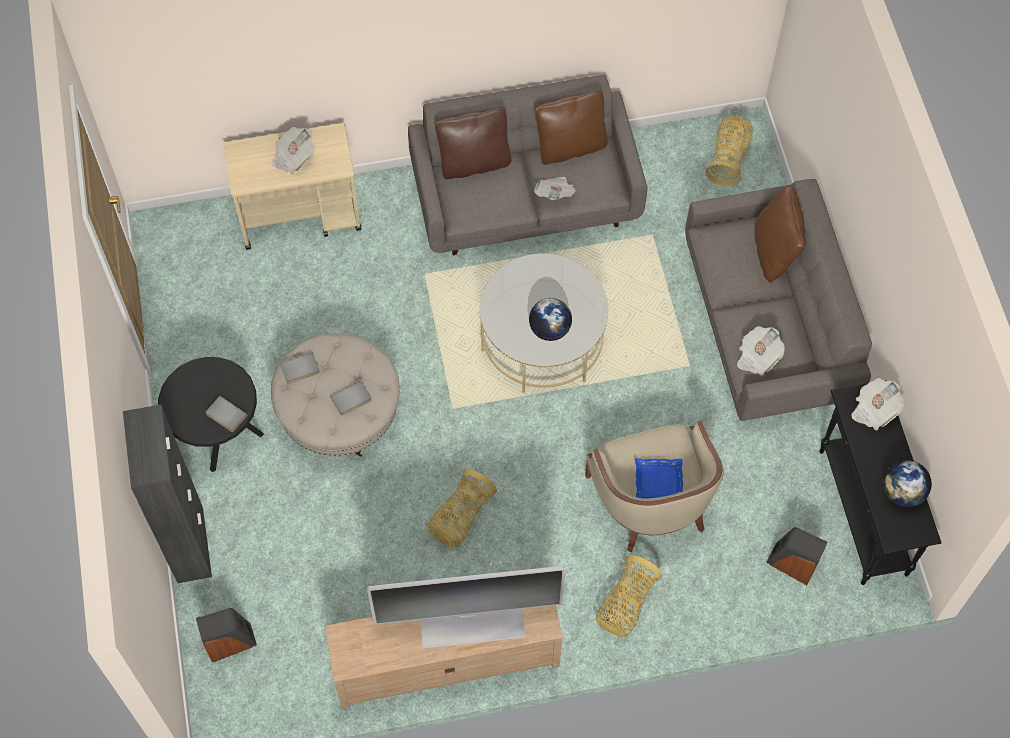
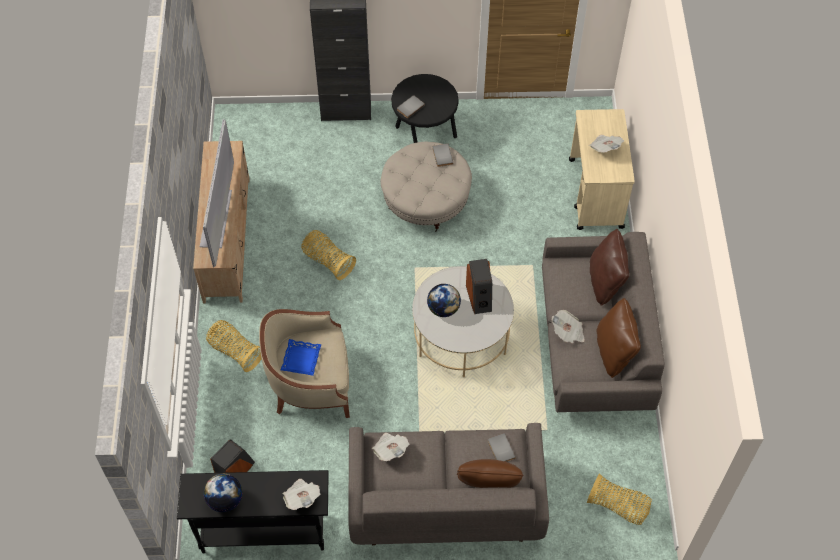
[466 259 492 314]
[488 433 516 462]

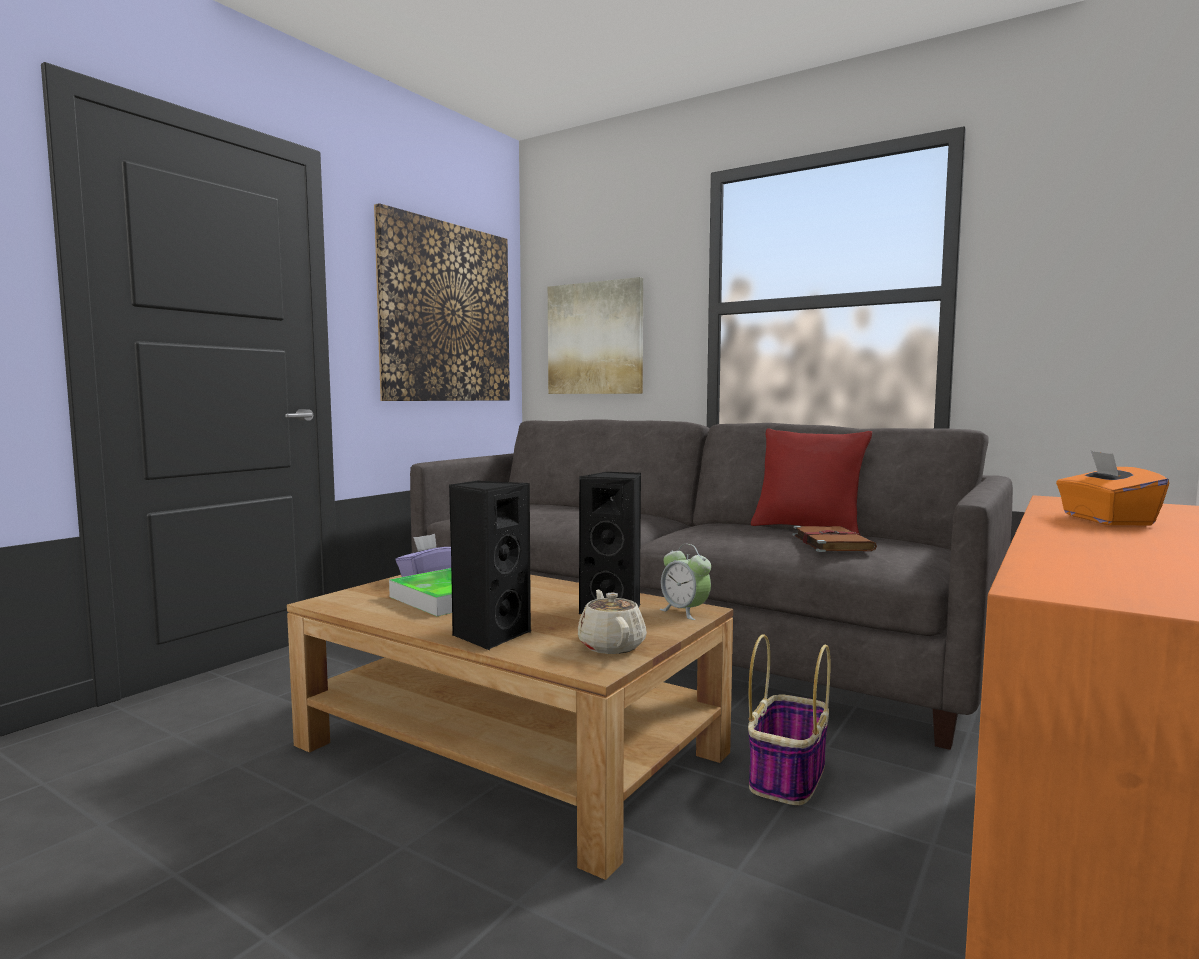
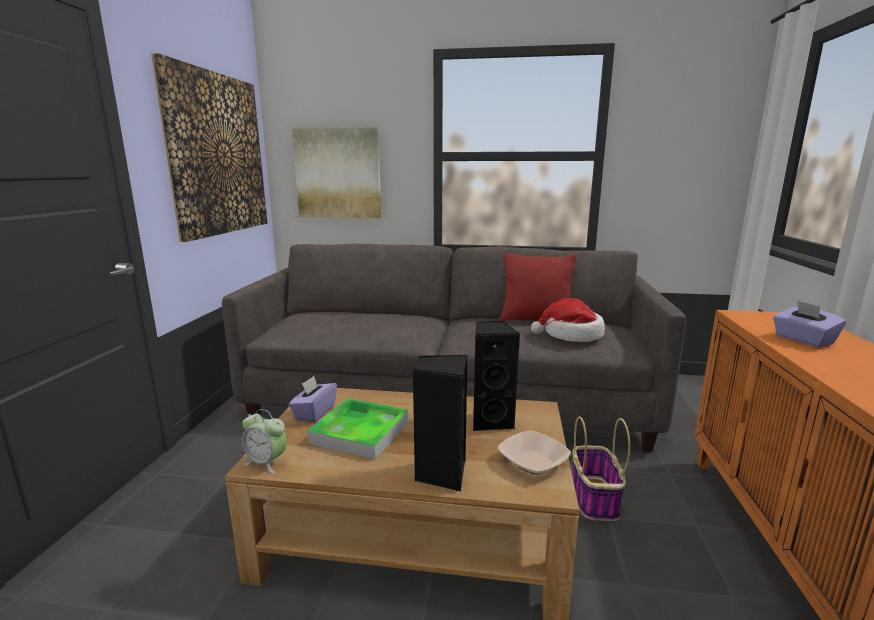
[242 409 287 474]
[497 431 571 475]
[531 298 605 342]
[773 300 846 348]

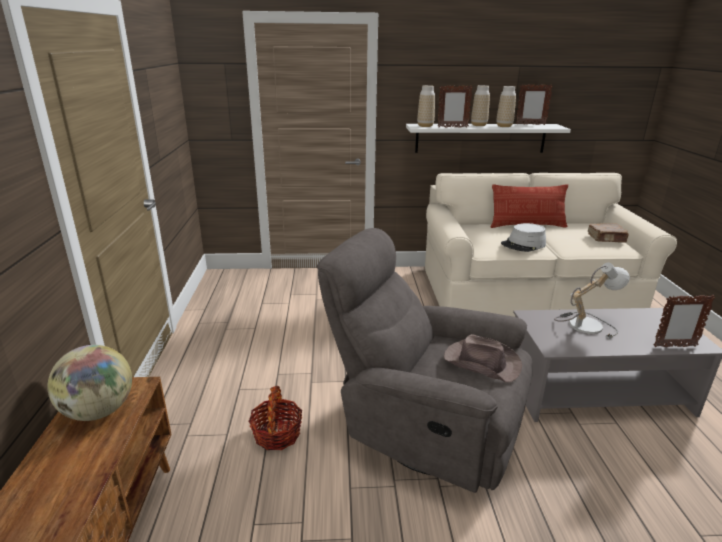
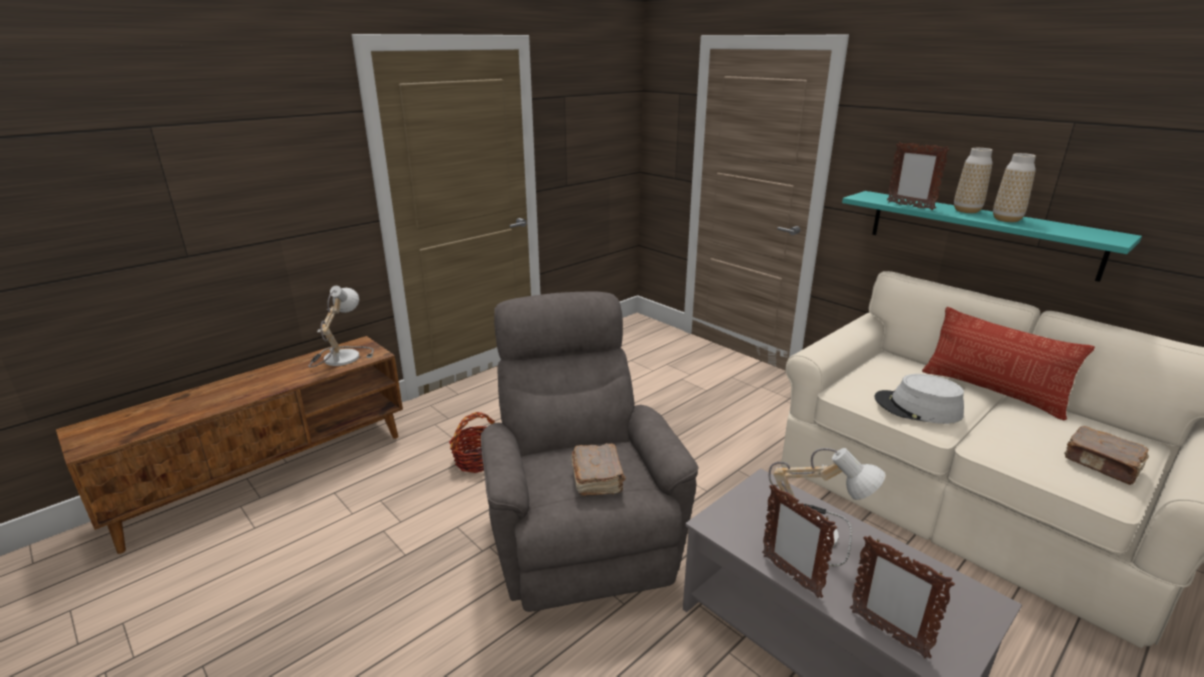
[417 85 435 127] (first image)
[762 484 837 598]
[309 286 374 368]
[571 443 626 496]
[842 191 1142 282]

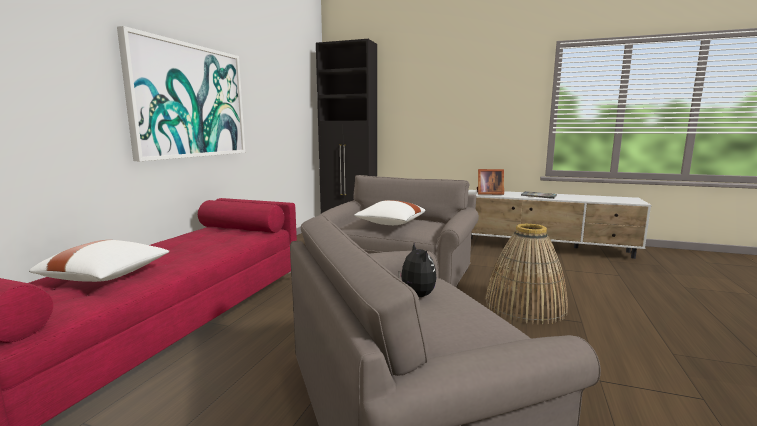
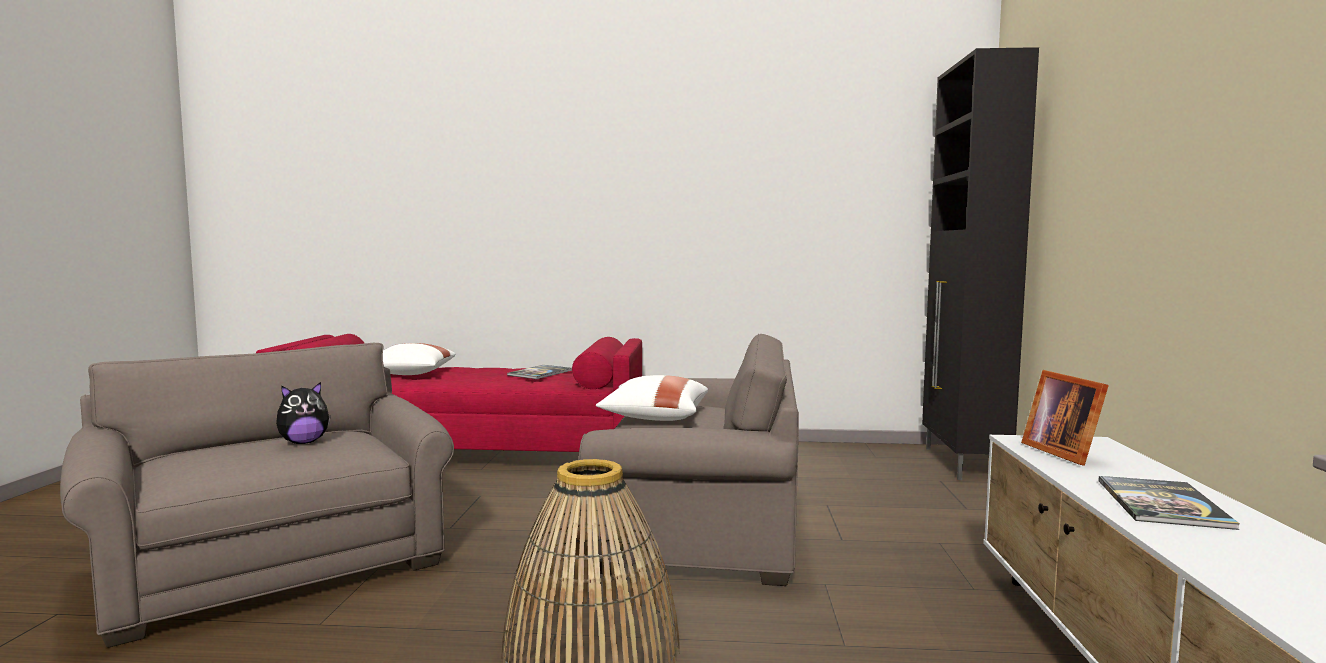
[117 26 245 161] (first image)
[507 365 572 379]

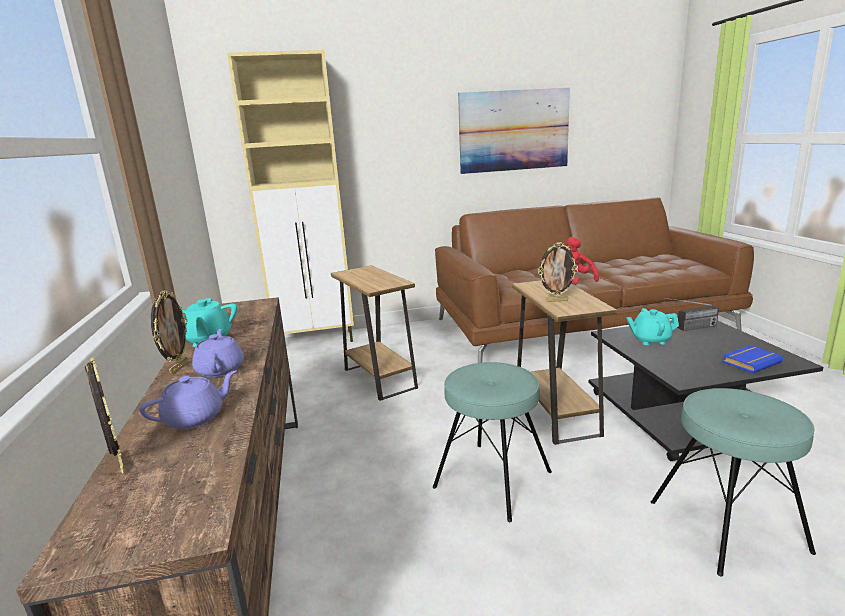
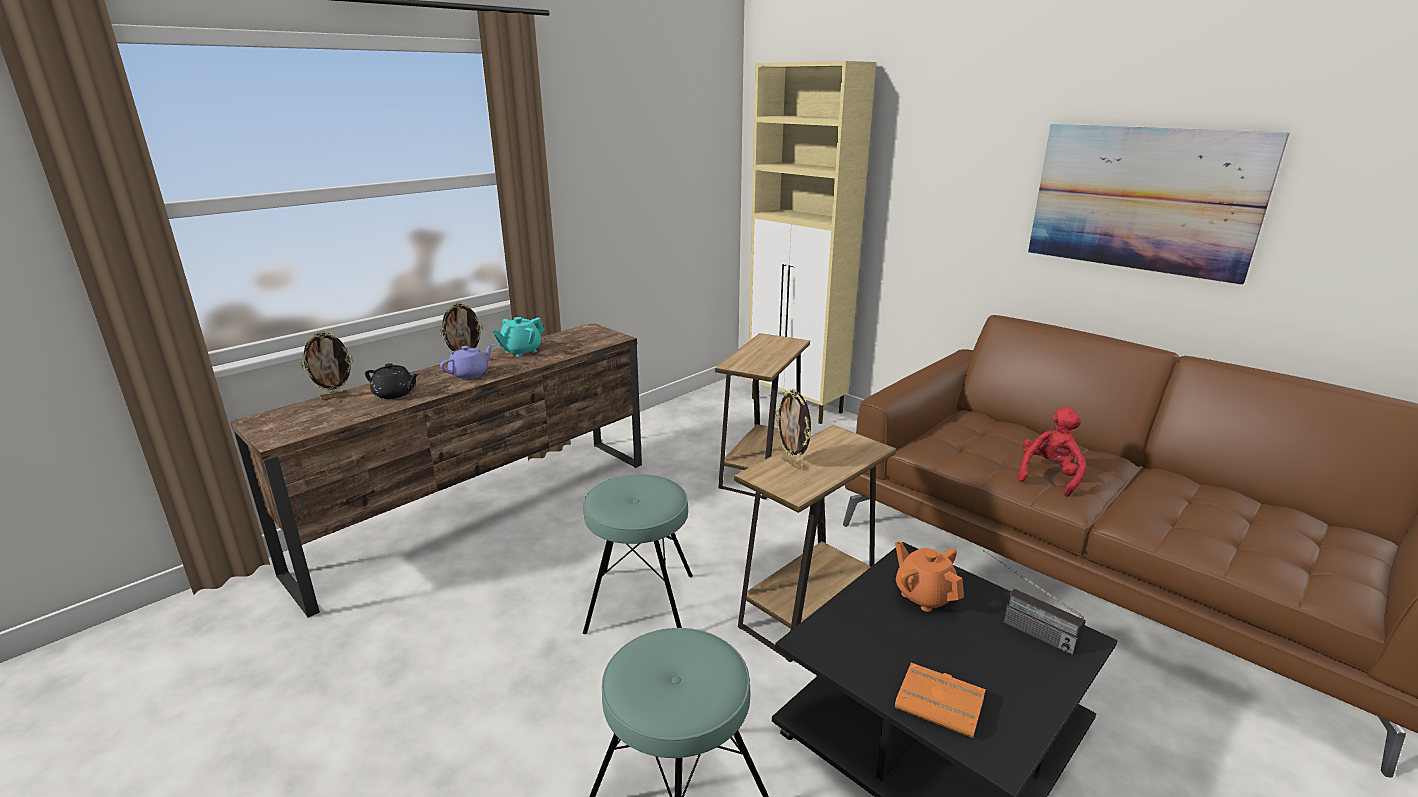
[365 363 419 399]
[895 541 964 612]
[895 663 986 738]
[301 331 353 400]

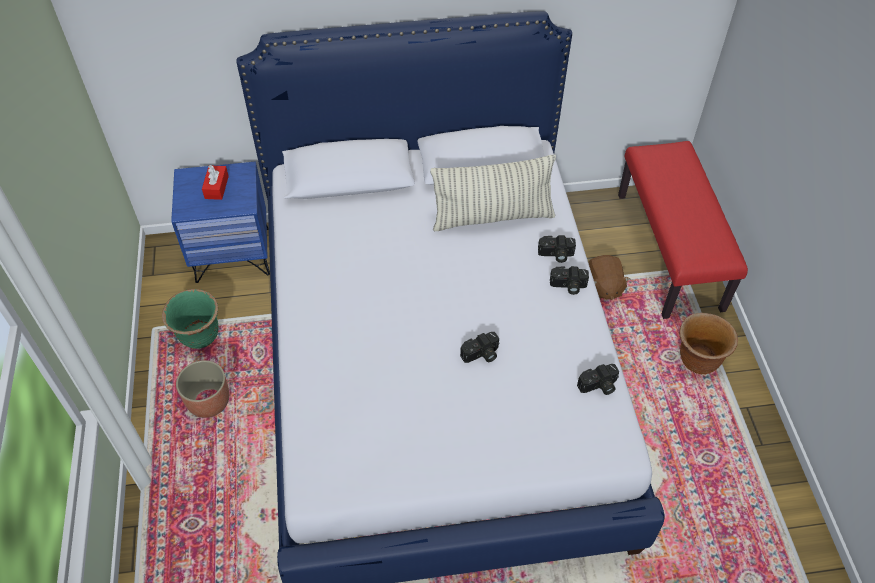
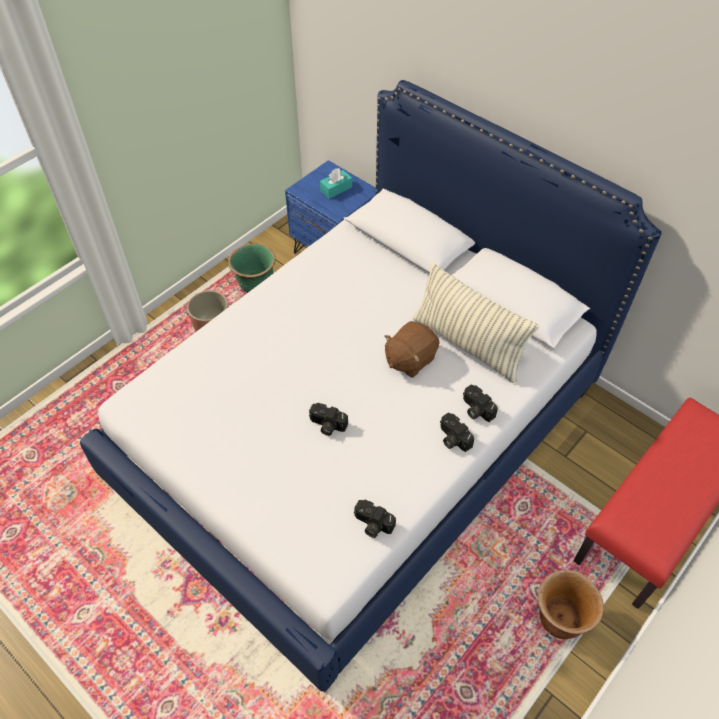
[384 321 440 378]
[320 168 352 199]

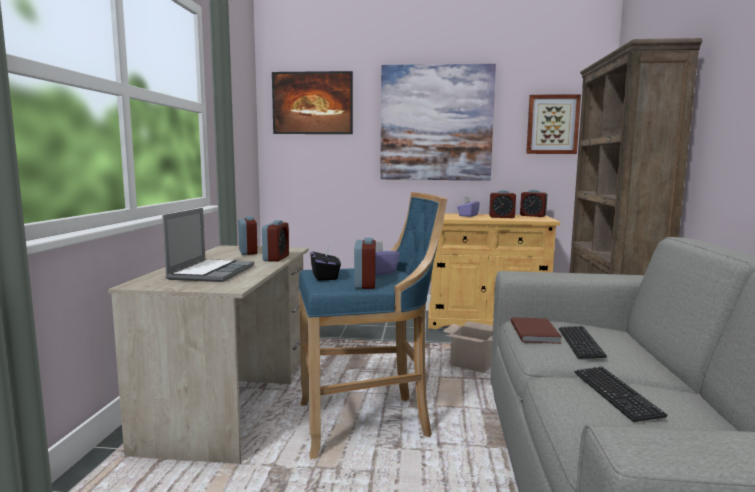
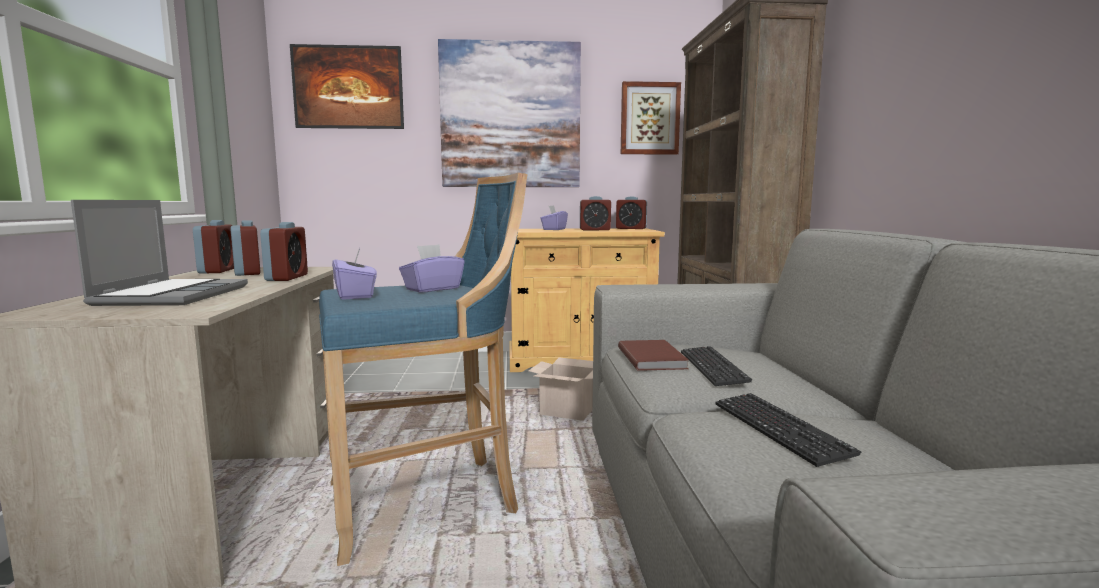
[193 220 234 274]
[332 248 377 300]

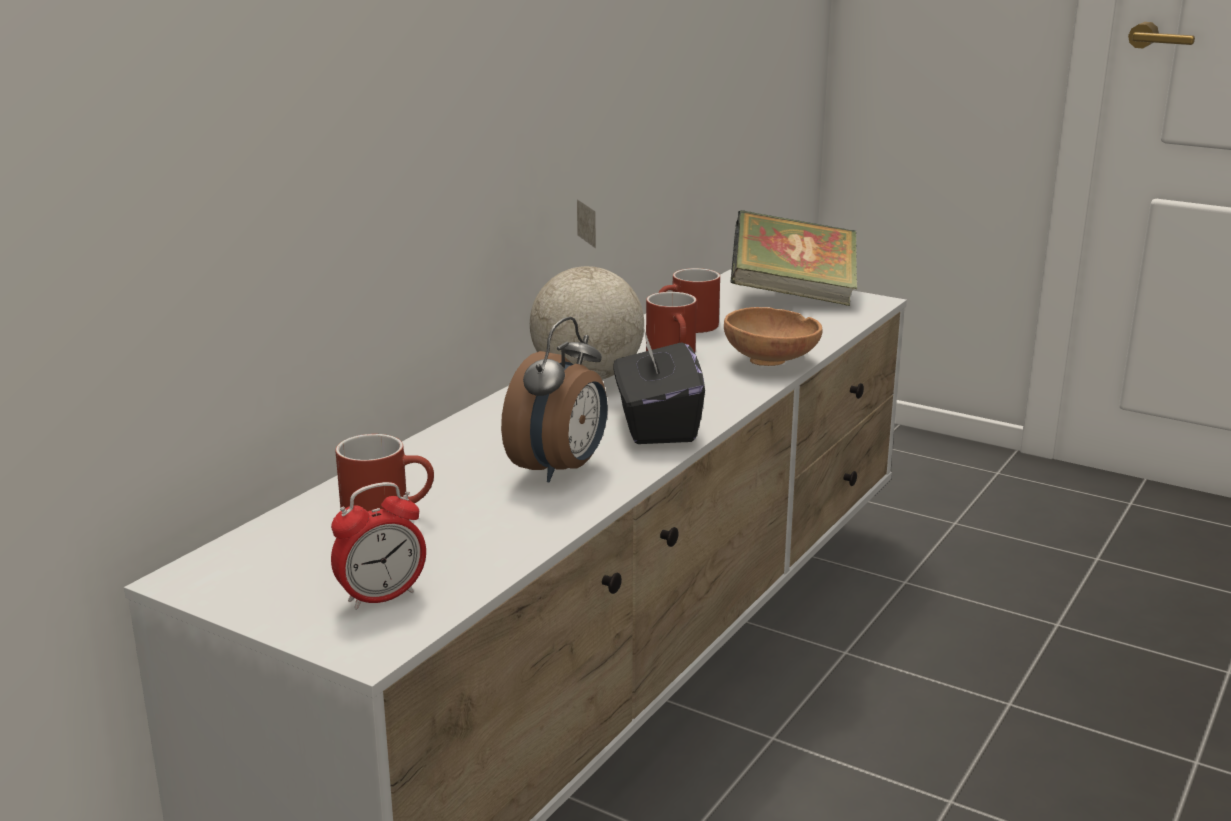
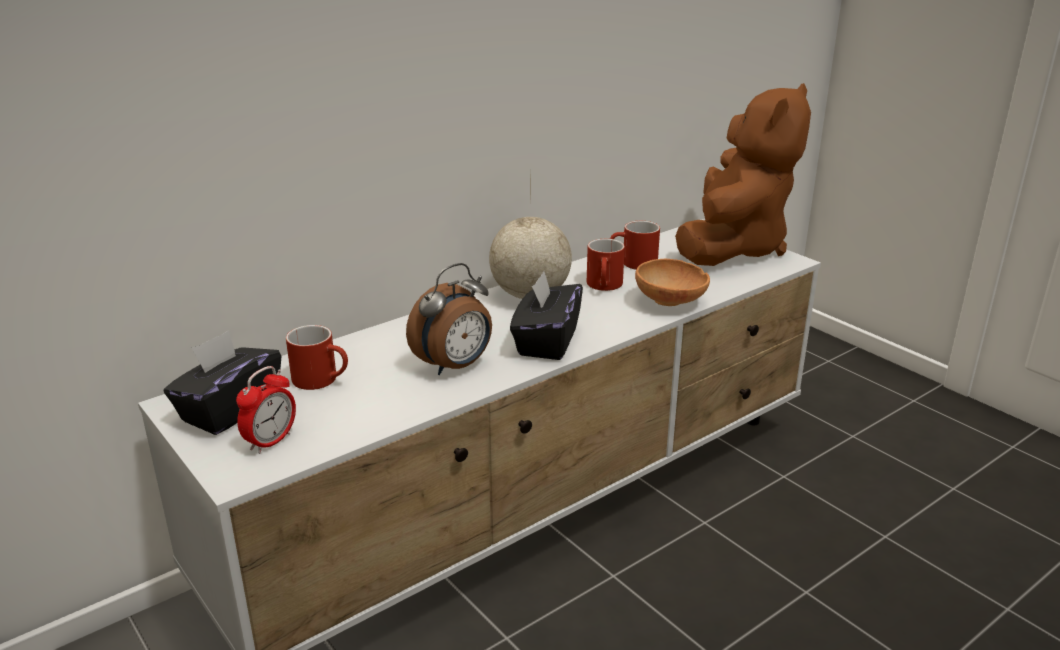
[164 330 281 435]
[675 83 811 266]
[236 366 296 454]

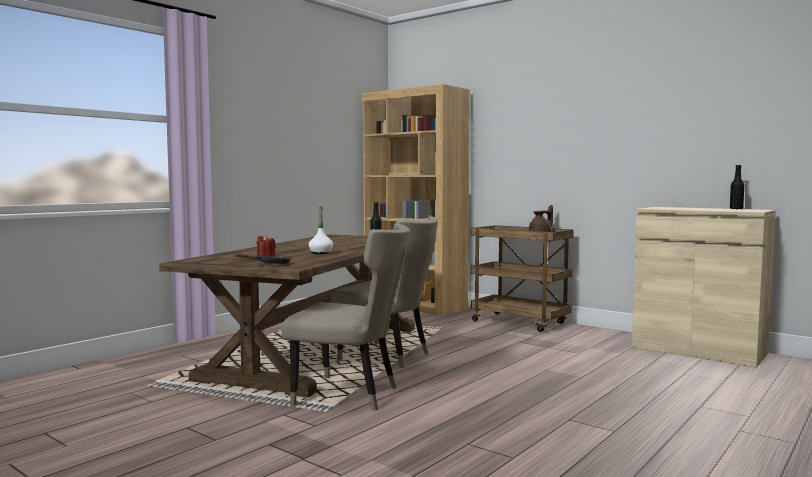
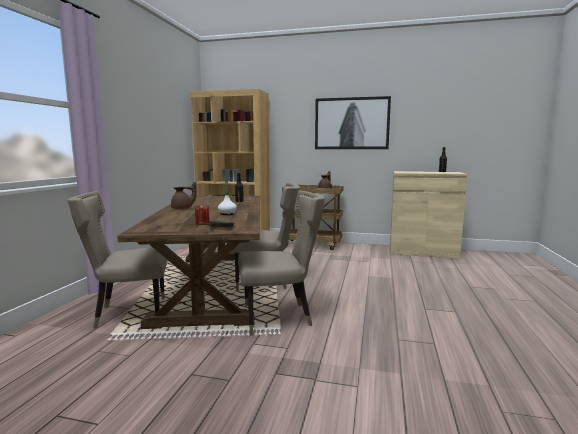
[67 191 167 329]
[171 182 197 209]
[315 96 391 149]

